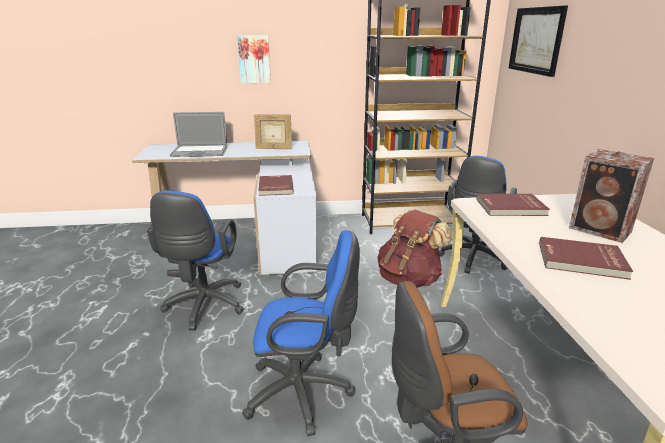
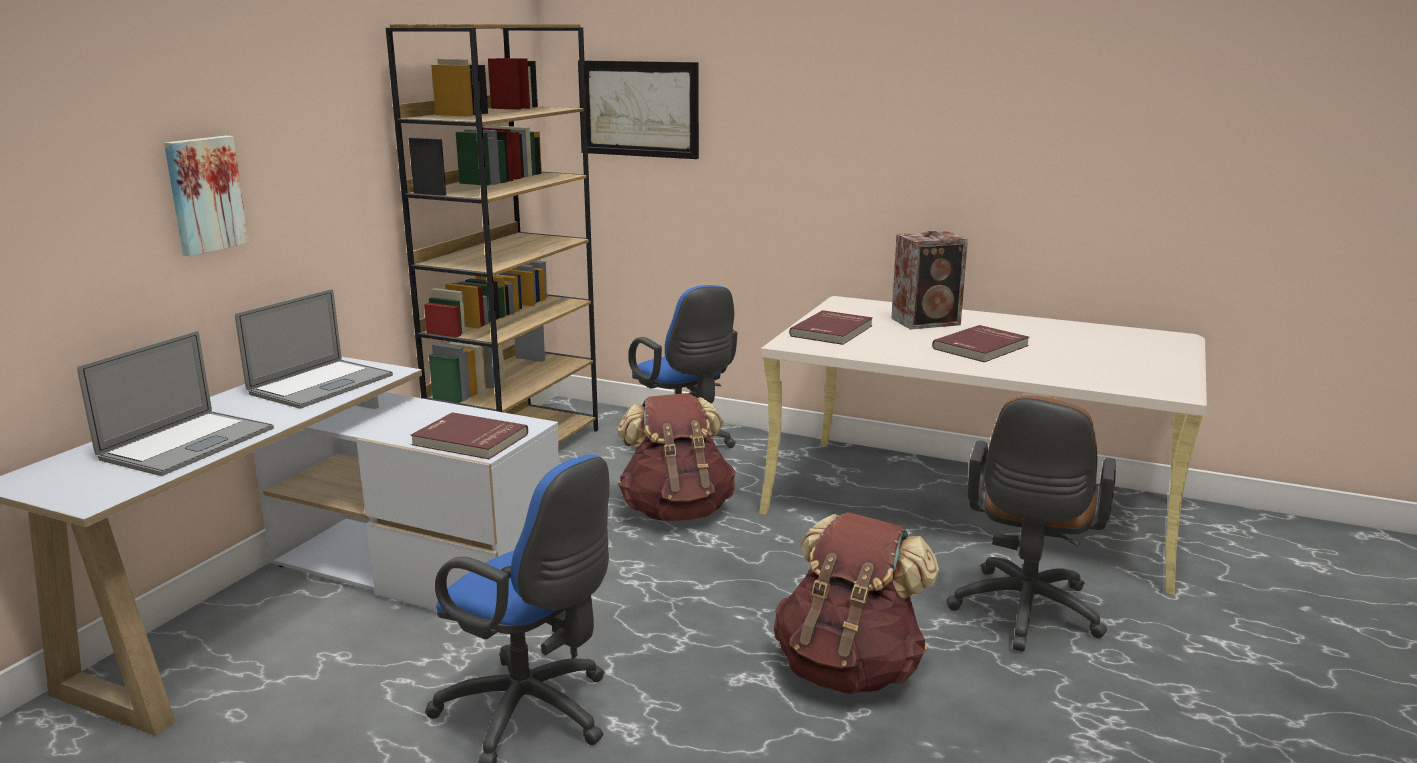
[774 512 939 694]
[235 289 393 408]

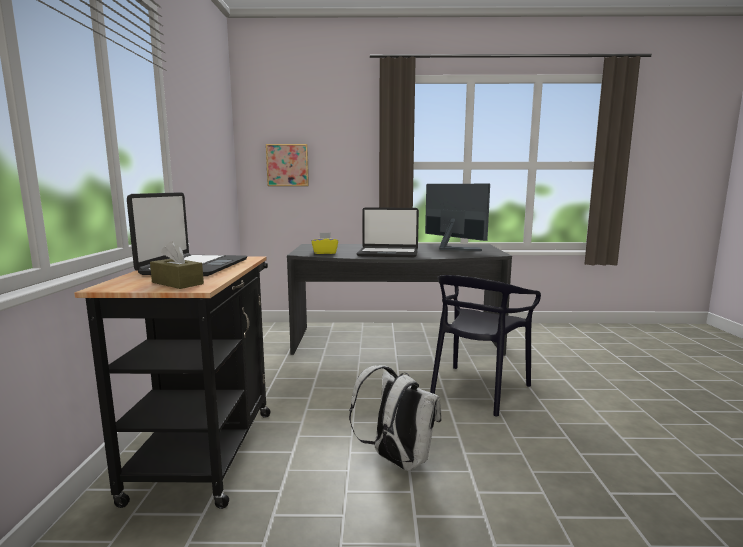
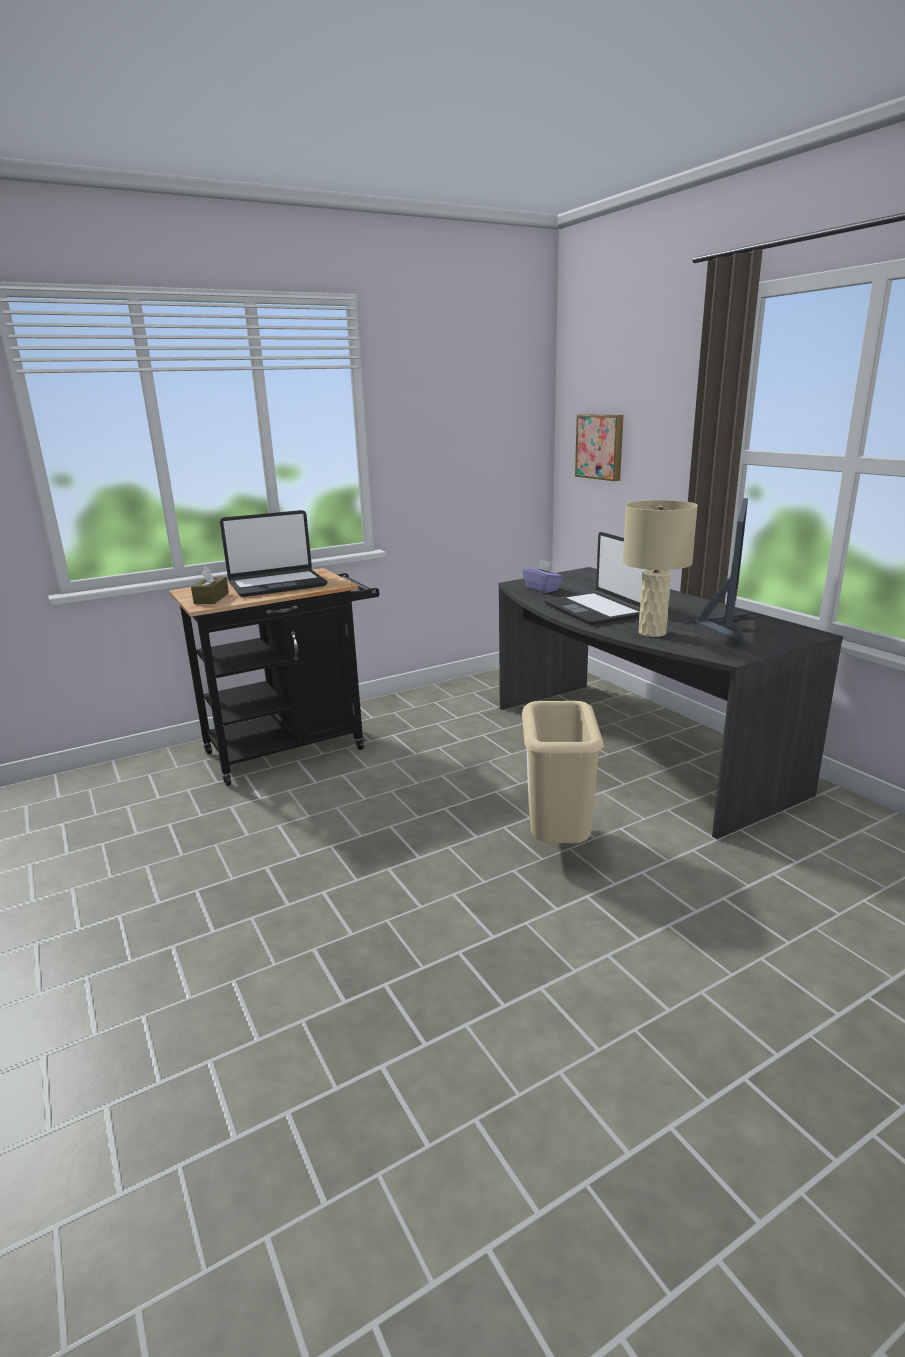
[349 365 442 471] (first image)
[623 500 698 637]
[522 701 604 843]
[522 560 563 593]

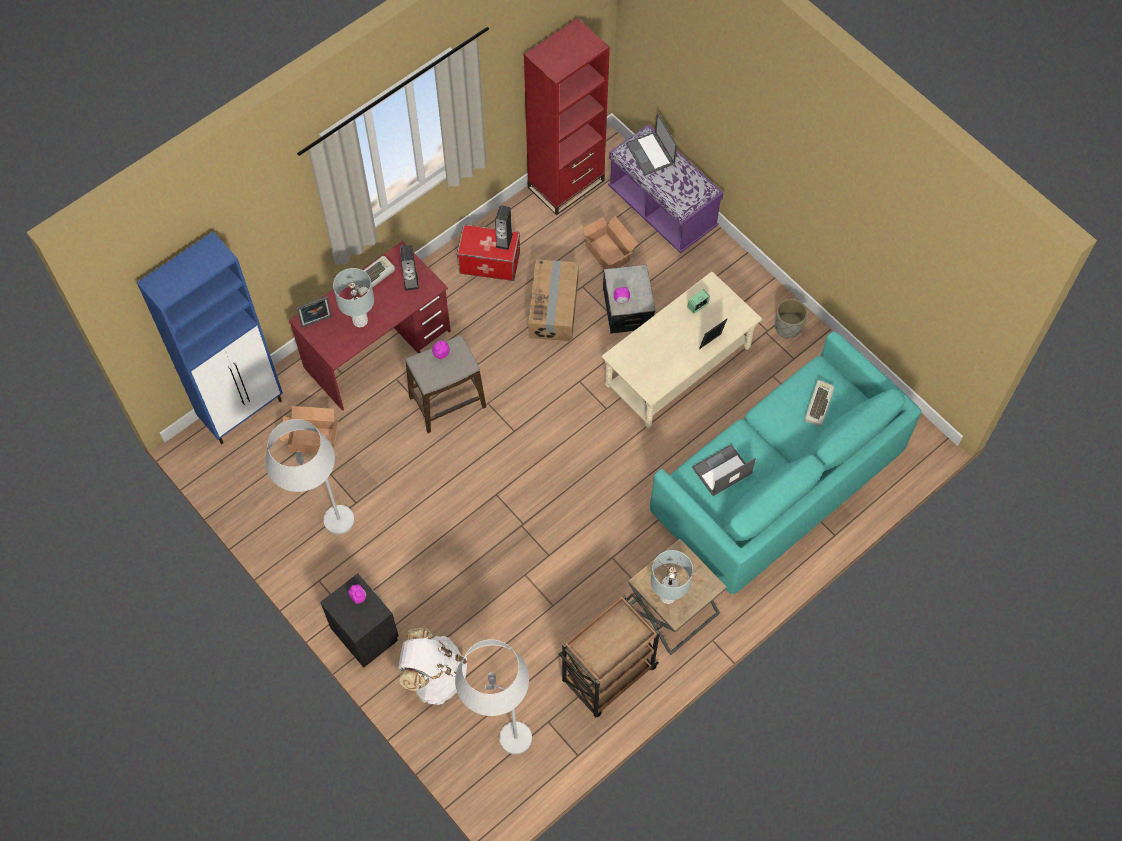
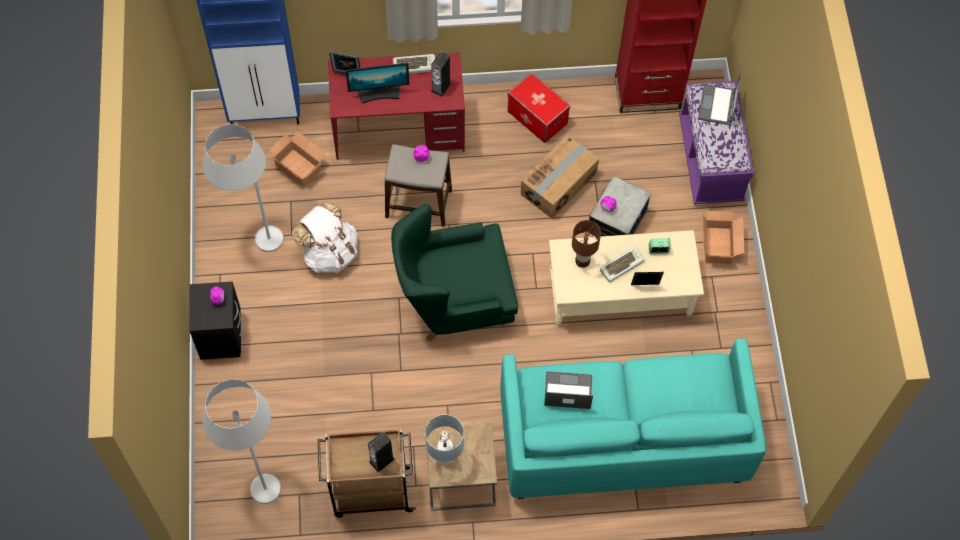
[775 299 807 339] (first image)
[391 204 518 341]
[572 220 601 268]
[292 202 357 273]
[368 432 395 472]
[703 211 744 264]
[600 246 645 282]
[345 63 409 103]

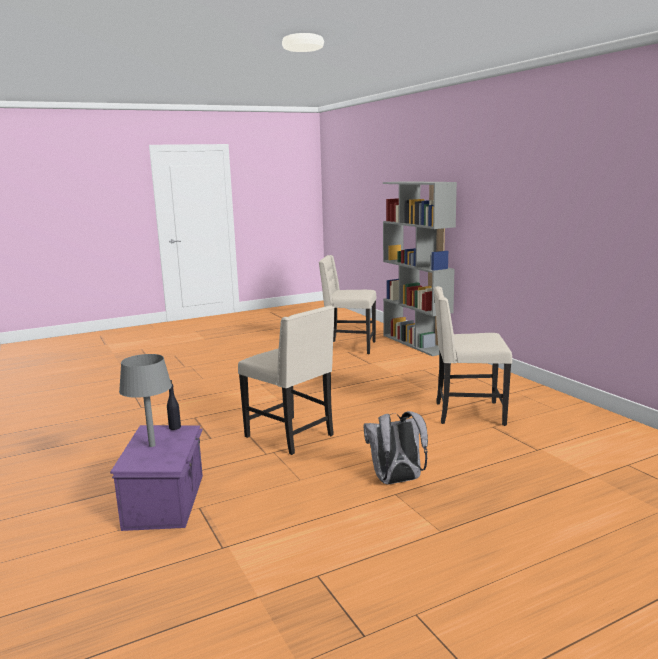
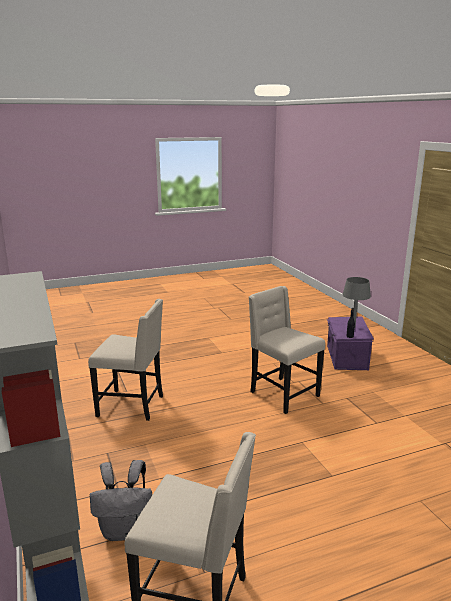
[90 460 152 541]

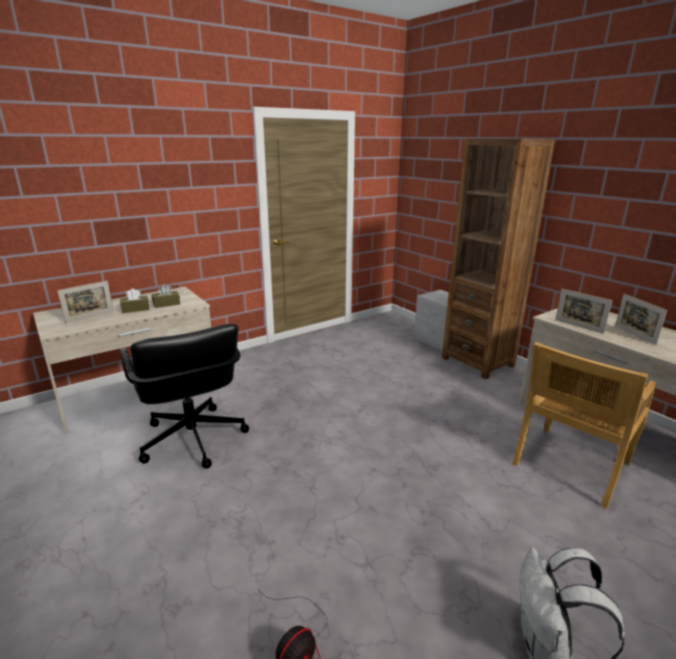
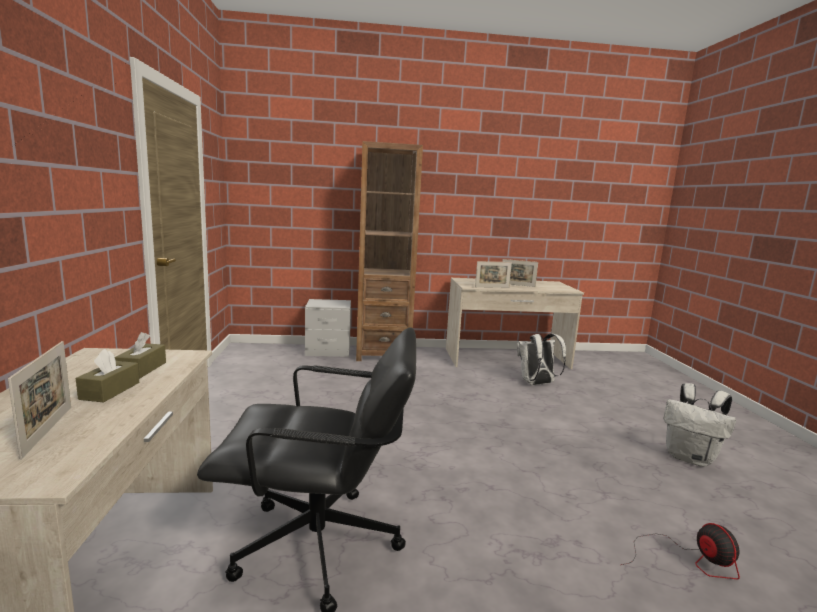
[517 333 566 385]

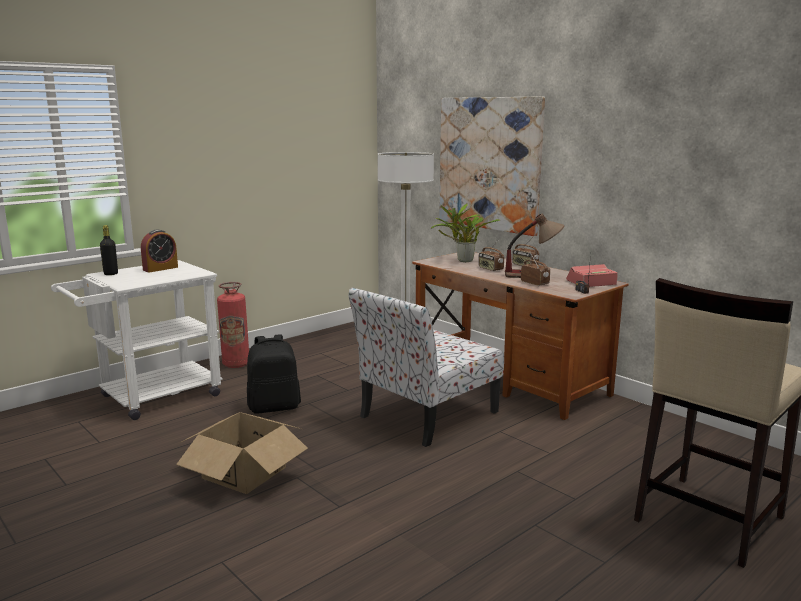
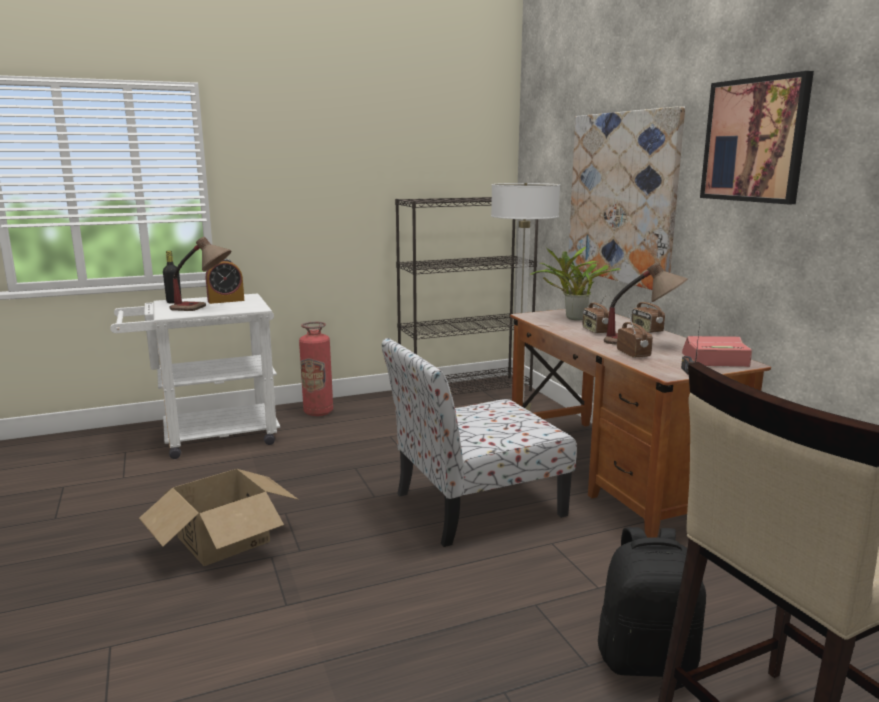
[169 237 231 311]
[395 197 538 395]
[700 71 814 204]
[598 527 706 677]

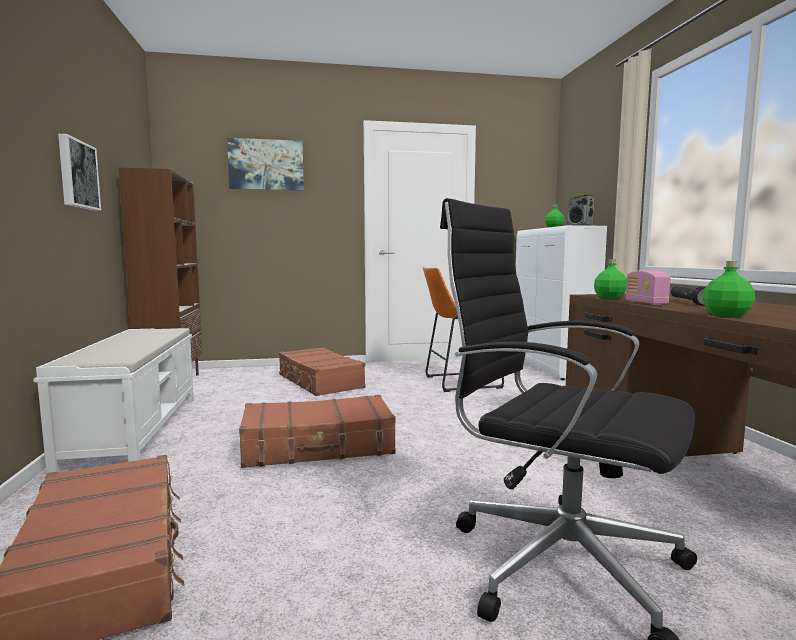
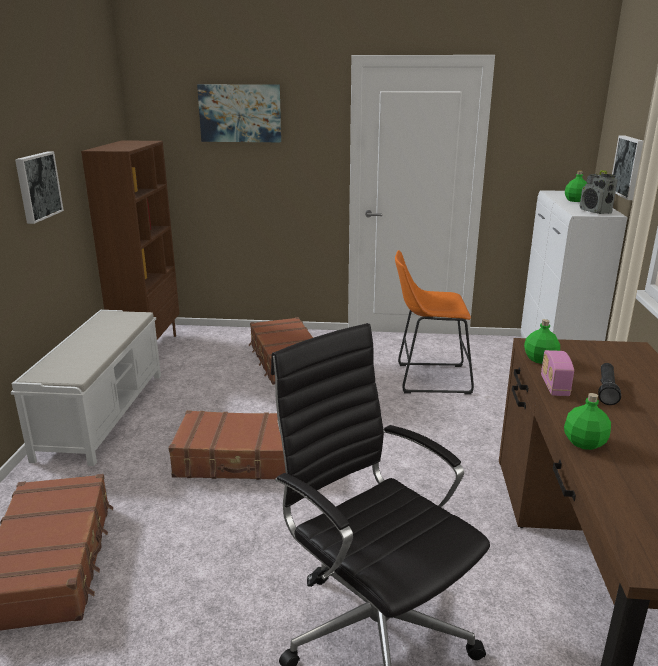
[612 136 643 200]

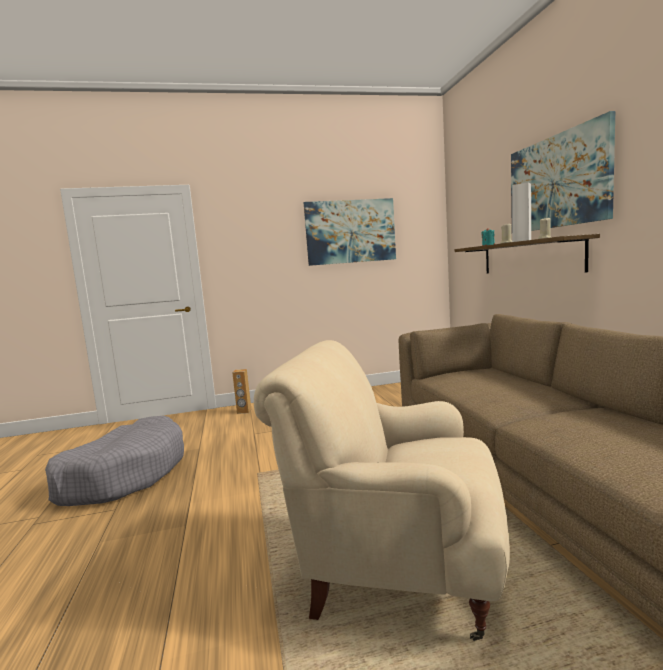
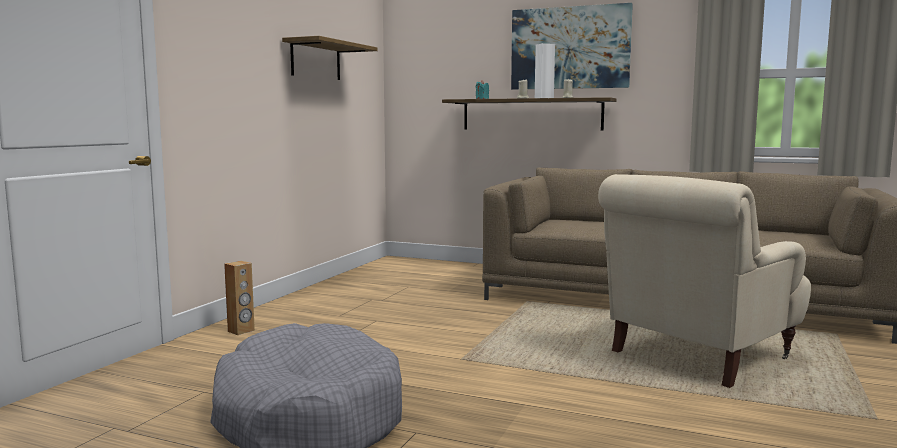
[282 36 378 80]

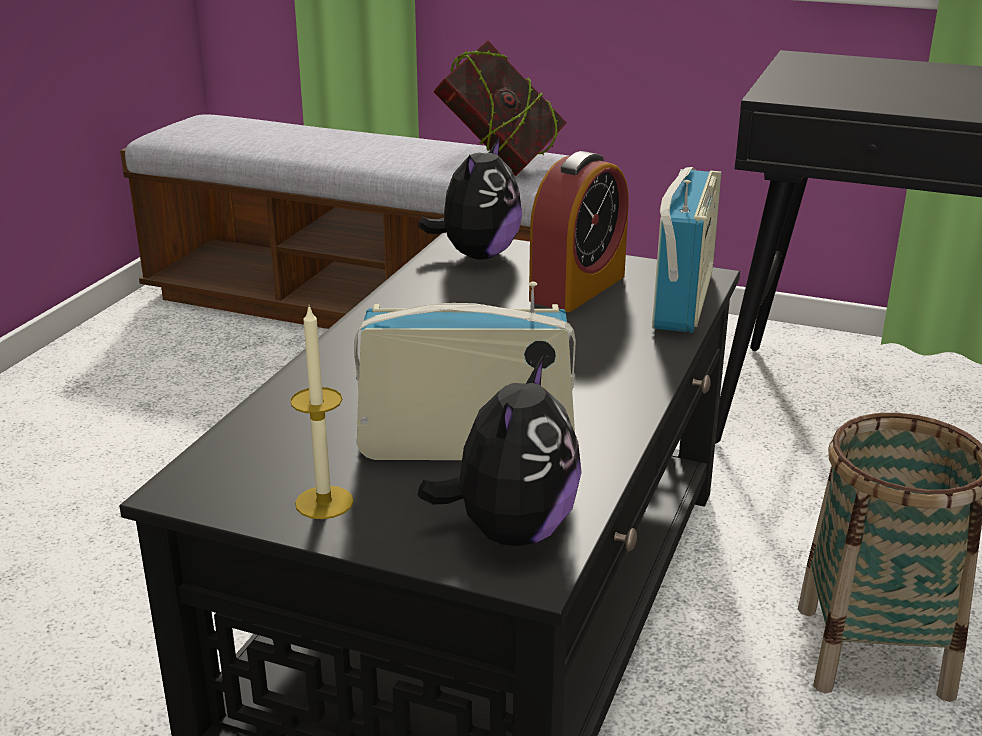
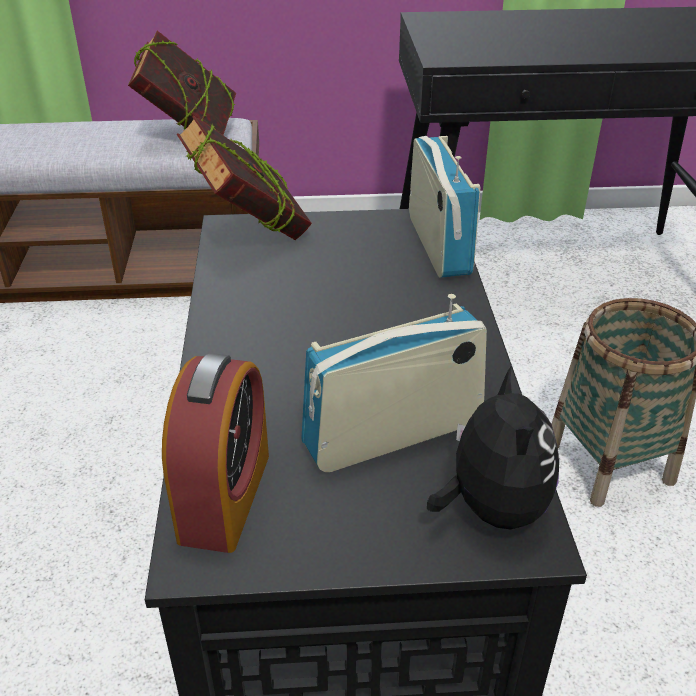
[290 304 354 519] (first image)
[162 353 269 553]
[177 115 312 240]

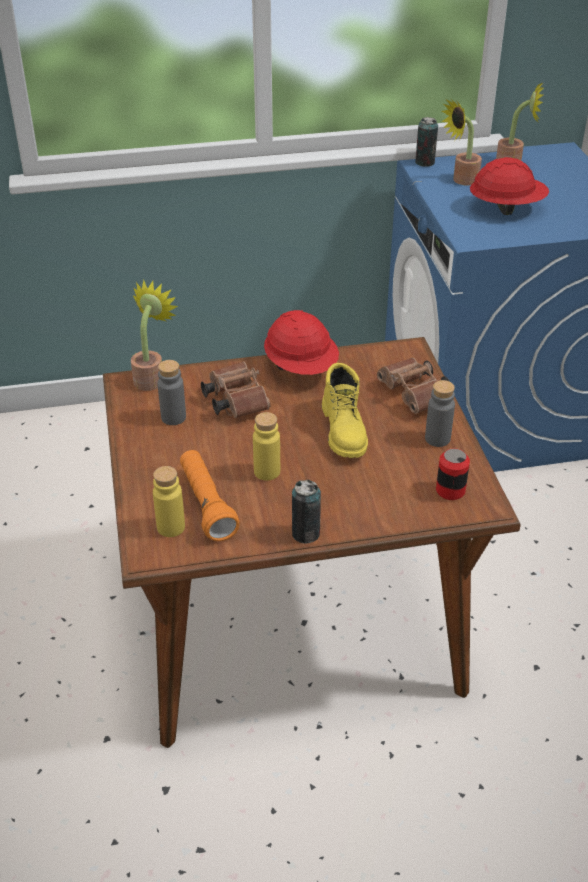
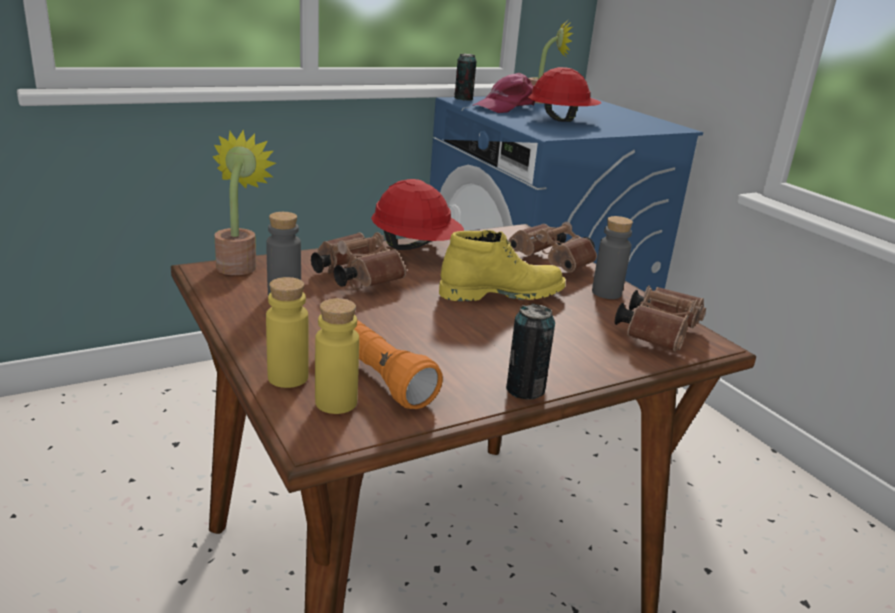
[266 277 309 388]
[615 286 706 352]
[473 73 535 113]
[439 230 566 301]

